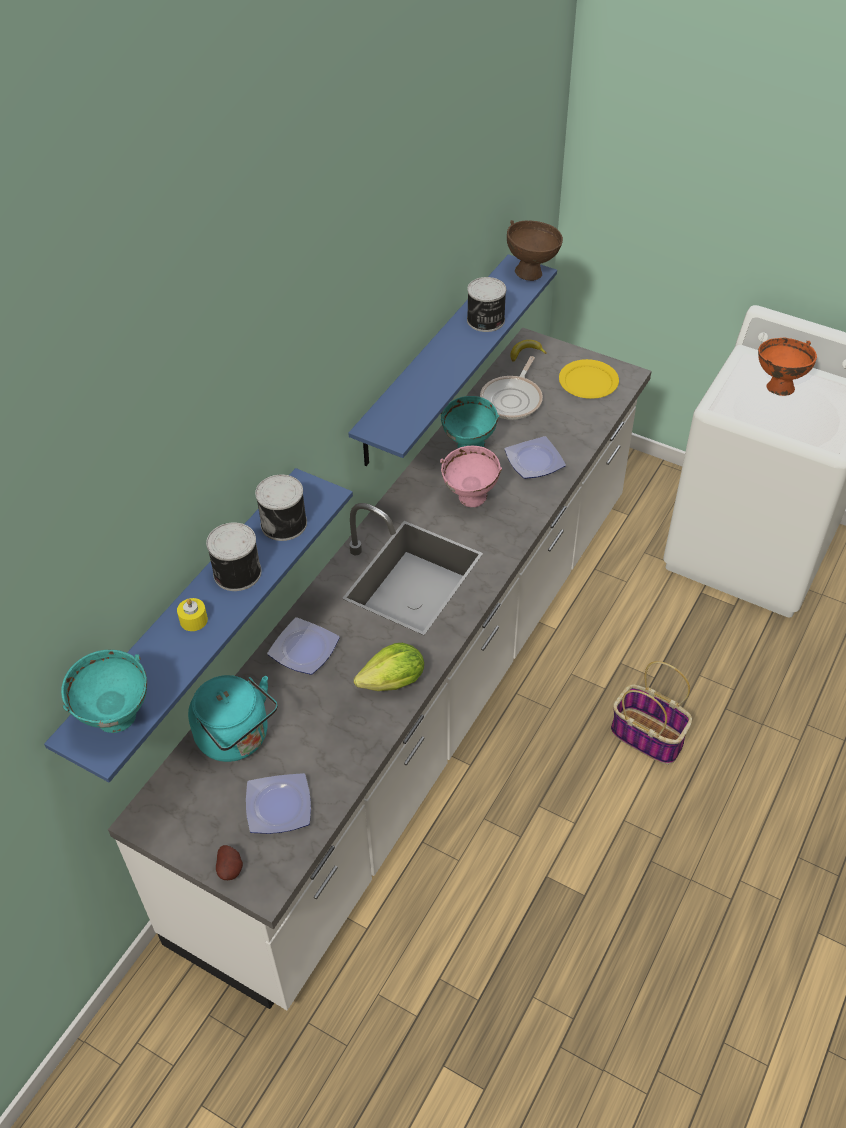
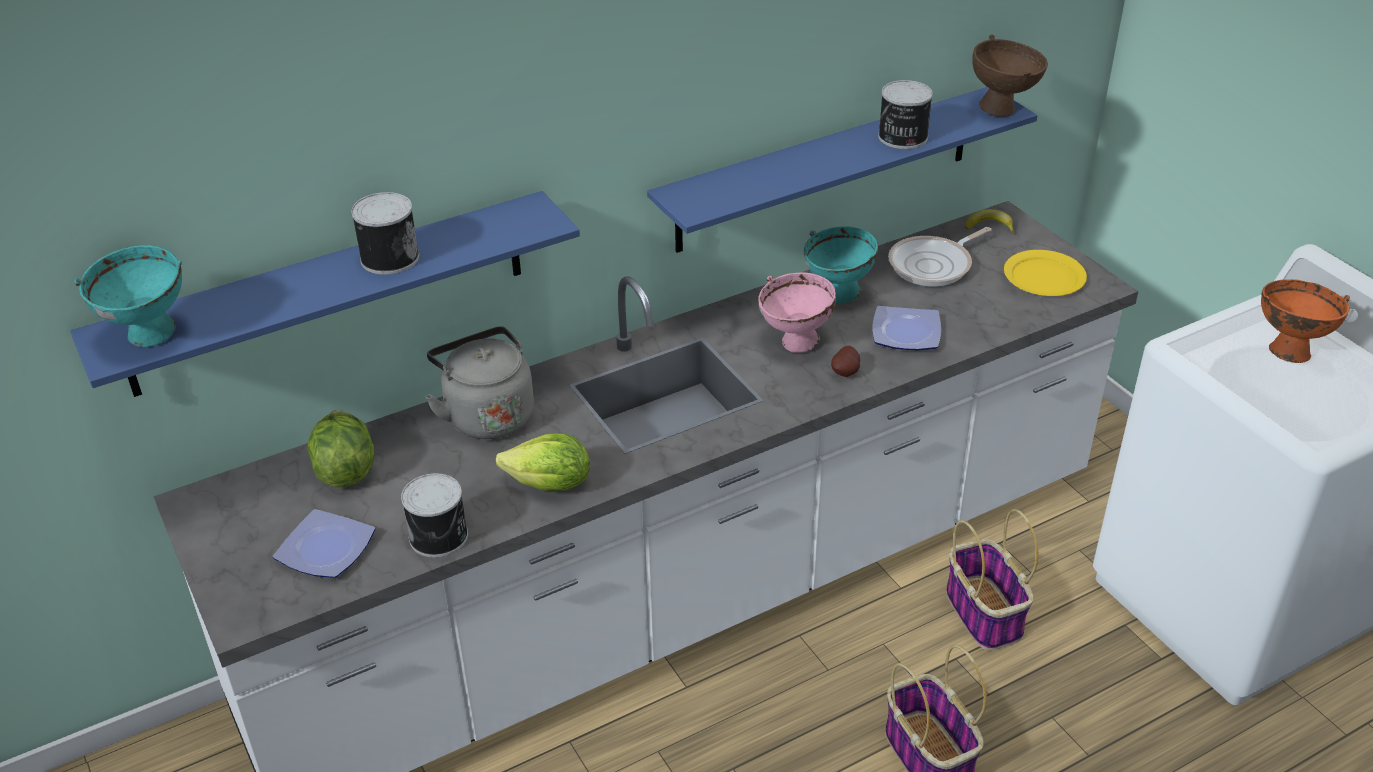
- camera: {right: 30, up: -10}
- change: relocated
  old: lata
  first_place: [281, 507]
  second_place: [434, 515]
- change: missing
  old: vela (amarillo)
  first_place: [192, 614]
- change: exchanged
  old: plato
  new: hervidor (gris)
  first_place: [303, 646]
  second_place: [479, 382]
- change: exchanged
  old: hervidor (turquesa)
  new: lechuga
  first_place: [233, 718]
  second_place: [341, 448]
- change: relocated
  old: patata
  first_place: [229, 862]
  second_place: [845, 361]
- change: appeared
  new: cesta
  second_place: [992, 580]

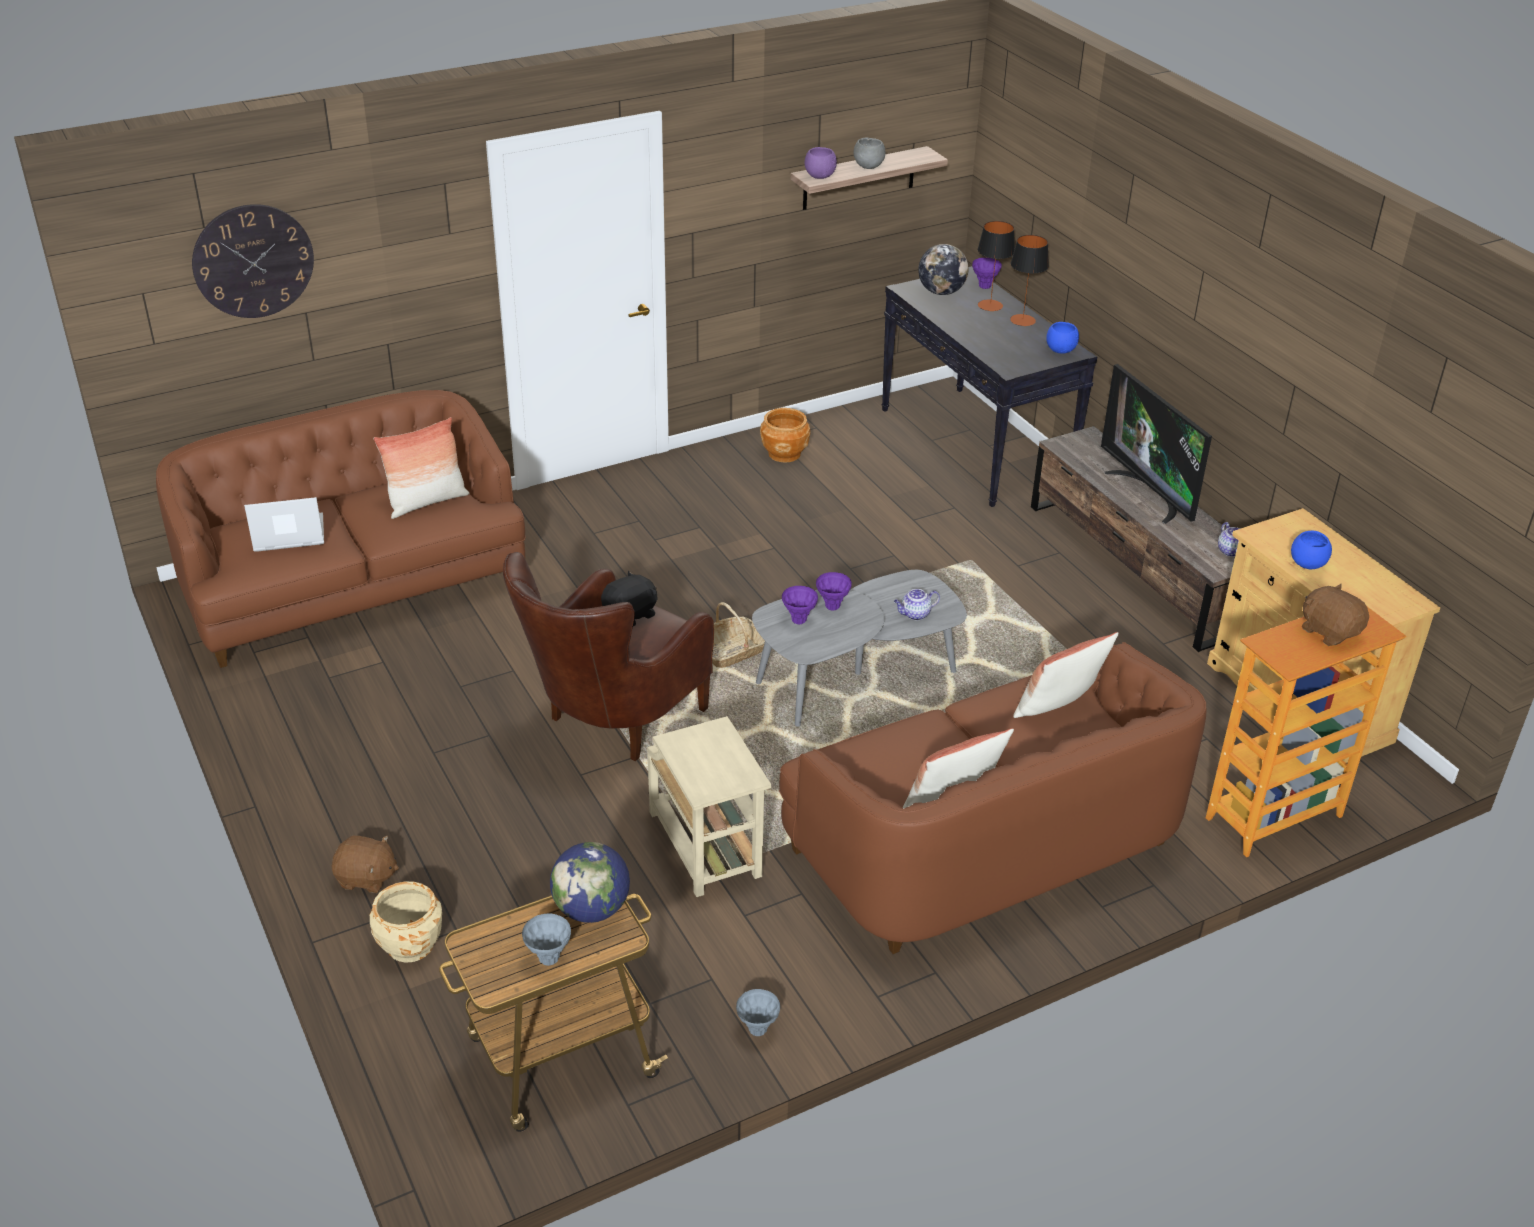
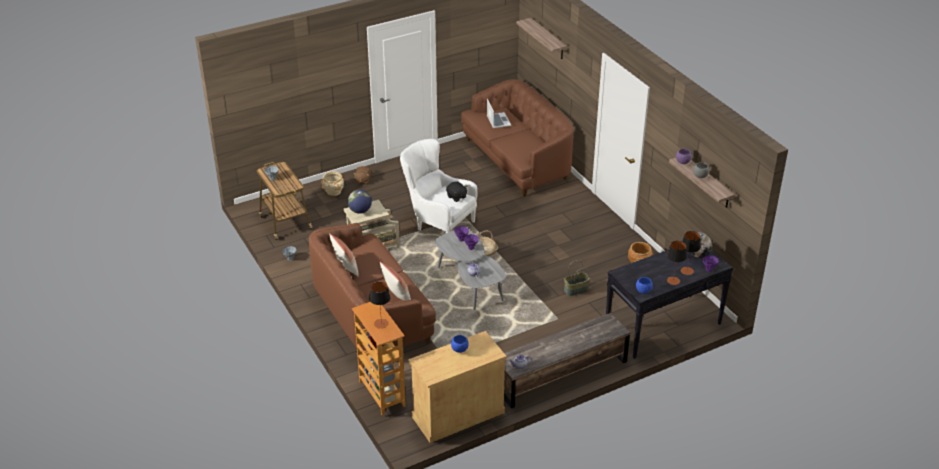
- camera: {right: 90, up: 0}
- change: exchanged
  old: reloj de pared
  new: estante
  first_place: [253, 261]
  second_place: [542, 38]
- change: missing
  old: televisor
  first_place: [1156, 444]
- change: missing
  old: cojín
  first_place: [421, 468]
- change: colour
  old: sillón (marrón)
  new: sillón (blanco)
  first_place: [608, 656]
  second_place: [439, 186]
- change: exchanged
  old: peluche (marrón)
  new: lámpara de mesa
  first_place: [1335, 615]
  second_place: [380, 305]
- change: relocated
  old: globo terráqueo
  first_place: [590, 882]
  second_place: [360, 202]
- change: appeared
  new: cesta
  second_place: [577, 278]

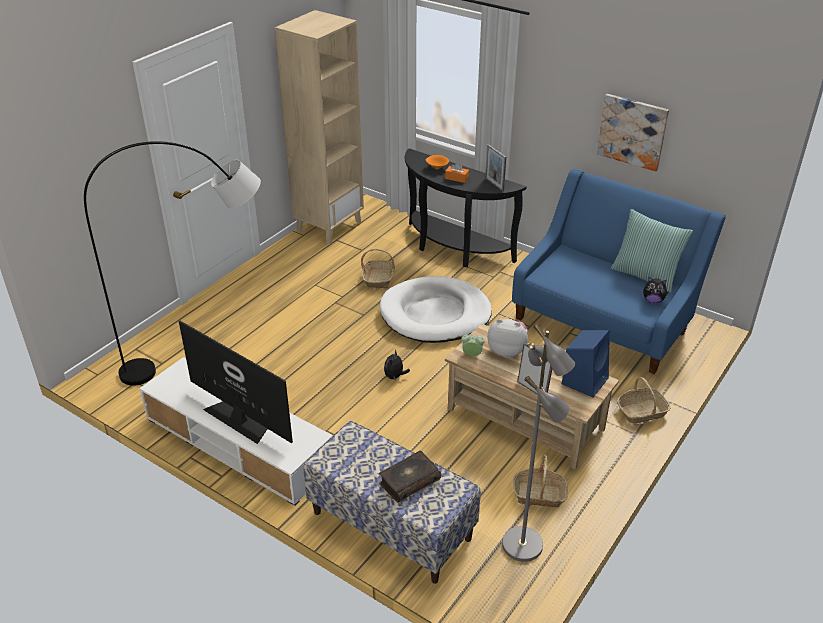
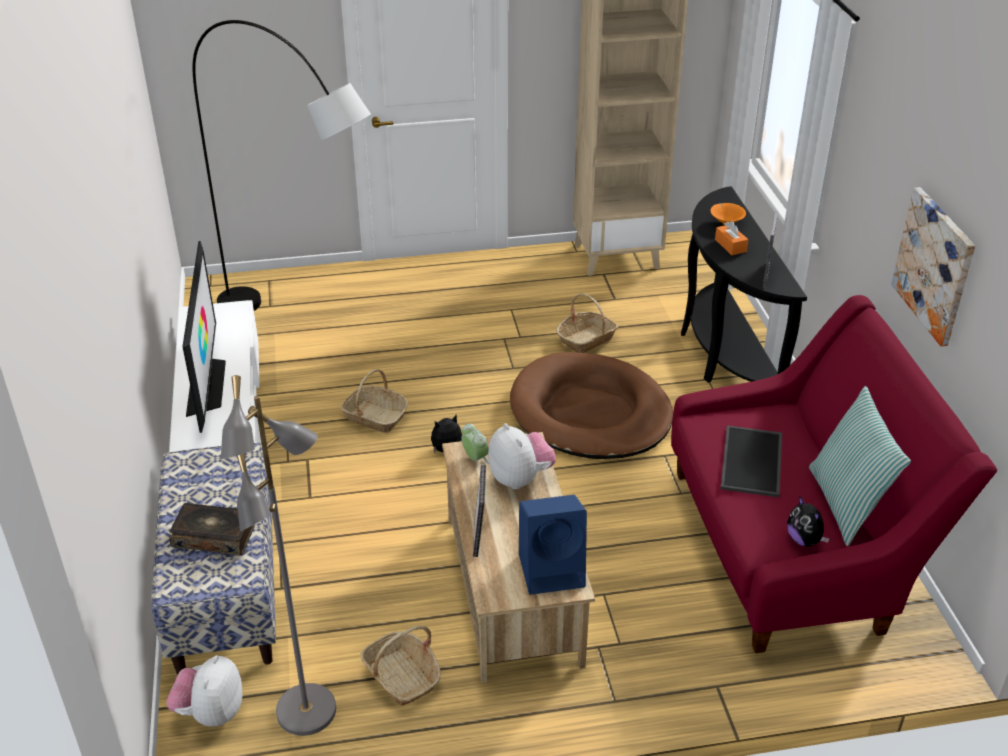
- camera: {right: 45, up: 0}
- change: colour
  old: sofá (azul)
  new: sofá (rojo)
  first_place: [619, 271]
  second_place: [834, 474]
- change: colour
  old: cama para perro (blanco)
  new: cama para perro (marrón)
  first_place: [435, 309]
  second_place: [591, 405]
- change: relocated
  old: cesta
  first_place: [644, 400]
  second_place: [374, 401]
- change: appeared
  new: bandeja
  second_place: [751, 461]
- change: appeared
  new: peluche
  second_place: [204, 691]

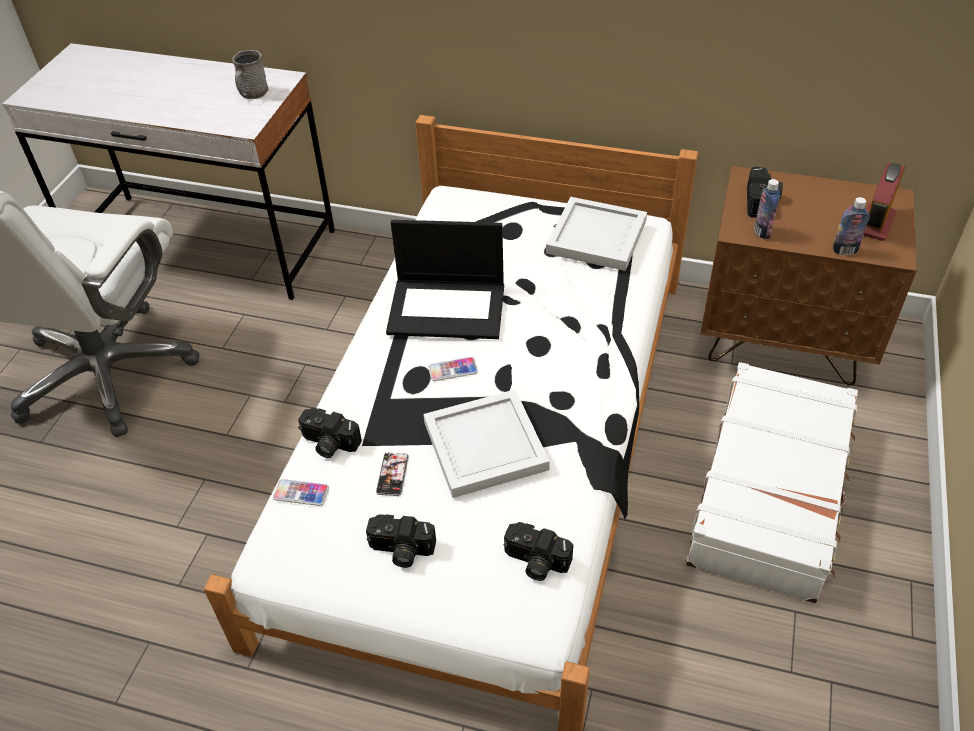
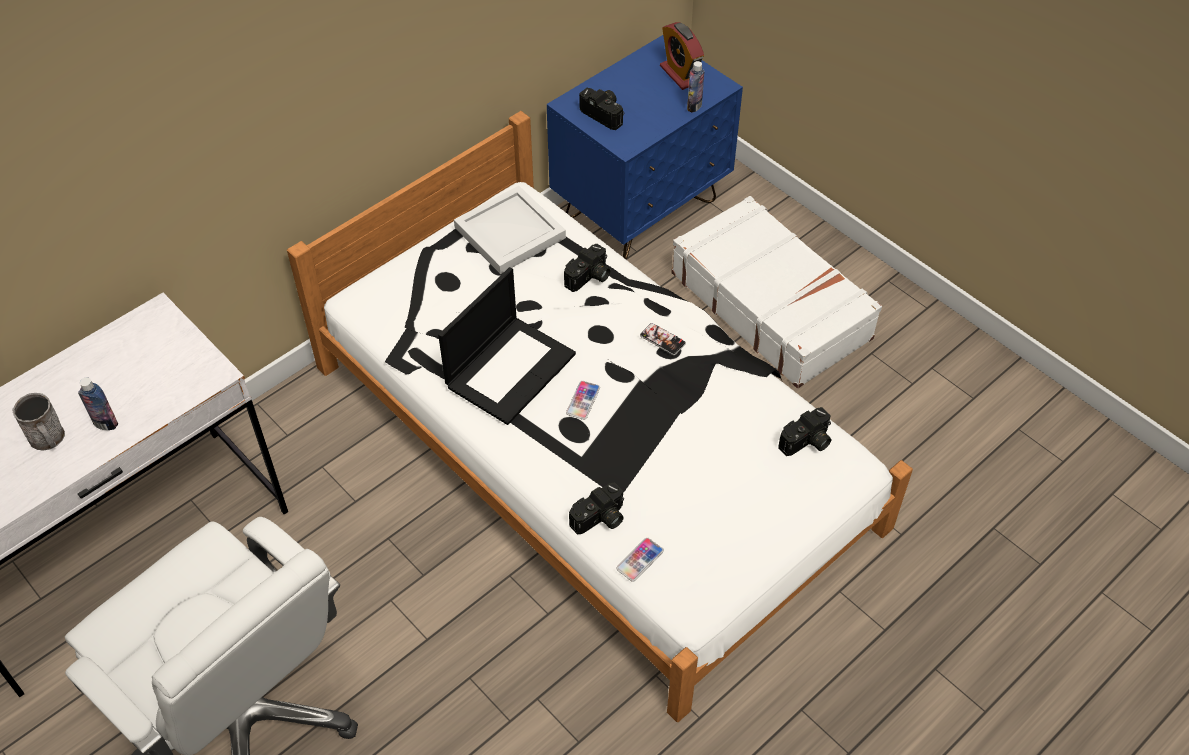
- camera: {right: -60, up: 5}
- change: relocated
  old: taza grande (gris)
  first_place: [250, 74]
  second_place: [38, 422]
- change: colour
  old: mesita de noche (marrón)
  new: mesita de noche (azul)
  first_place: [808, 275]
  second_place: [645, 147]
- change: relocated
  old: botella
  first_place: [767, 209]
  second_place: [98, 403]
- change: missing
  old: bandeja (blanco)
  first_place: [486, 444]
- change: relocated
  old: móvil
  first_place: [392, 474]
  second_place: [663, 339]
- change: relocated
  old: cámara
  first_place: [401, 541]
  second_place: [587, 268]

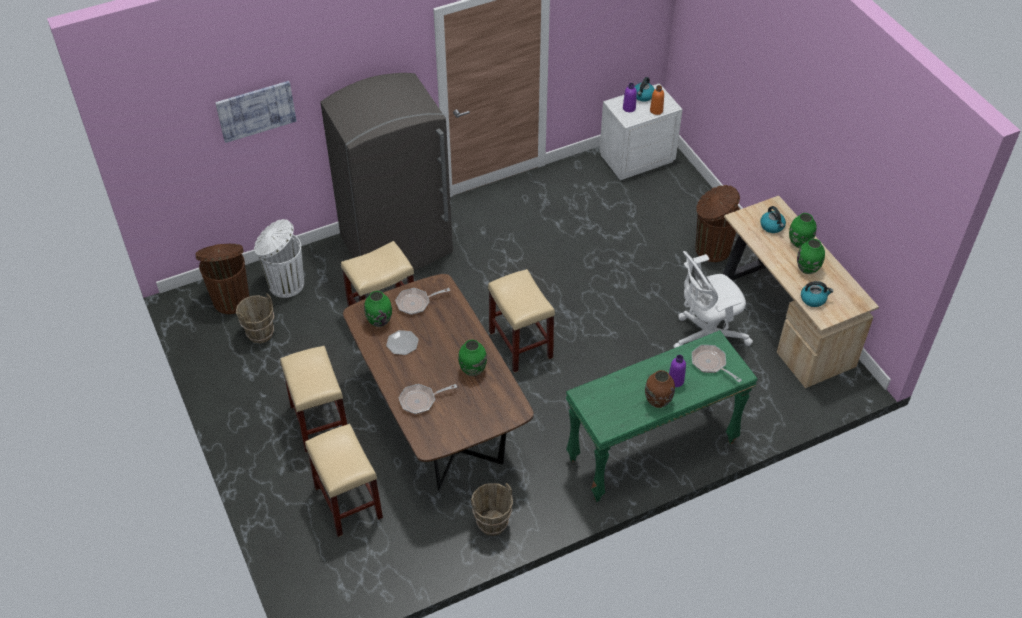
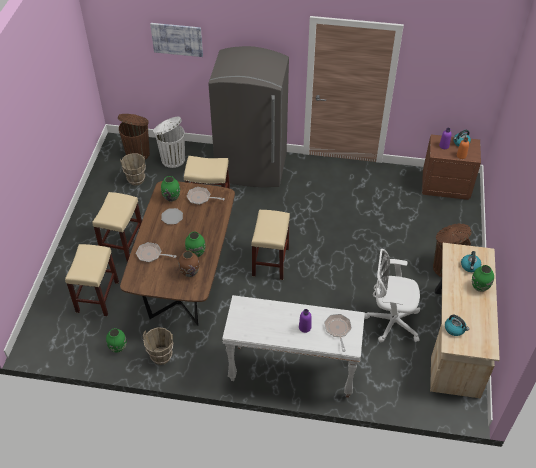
- camera: {right: 35, up: 0}
- change: colour
  old: mesita de noche (blanco)
  new: mesita de noche (marrón)
  first_place: [641, 131]
  second_place: [451, 167]
- change: relocated
  old: florero (verde)
  first_place: [811, 256]
  second_place: [116, 340]
- change: colour
  old: mesa consola (verde)
  new: mesa consola (blanco)
  first_place: [662, 416]
  second_place: [293, 346]
- change: relocated
  old: florero (marrón)
  first_place: [660, 389]
  second_place: [189, 264]

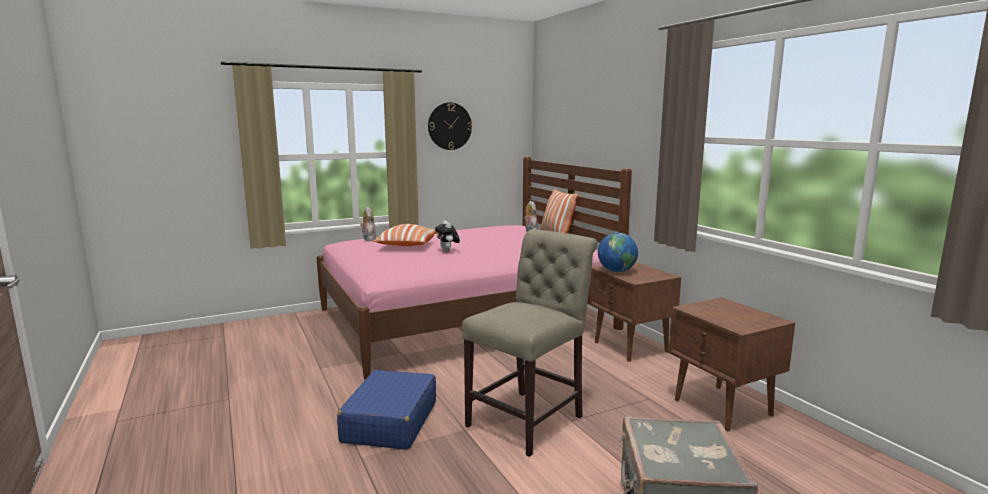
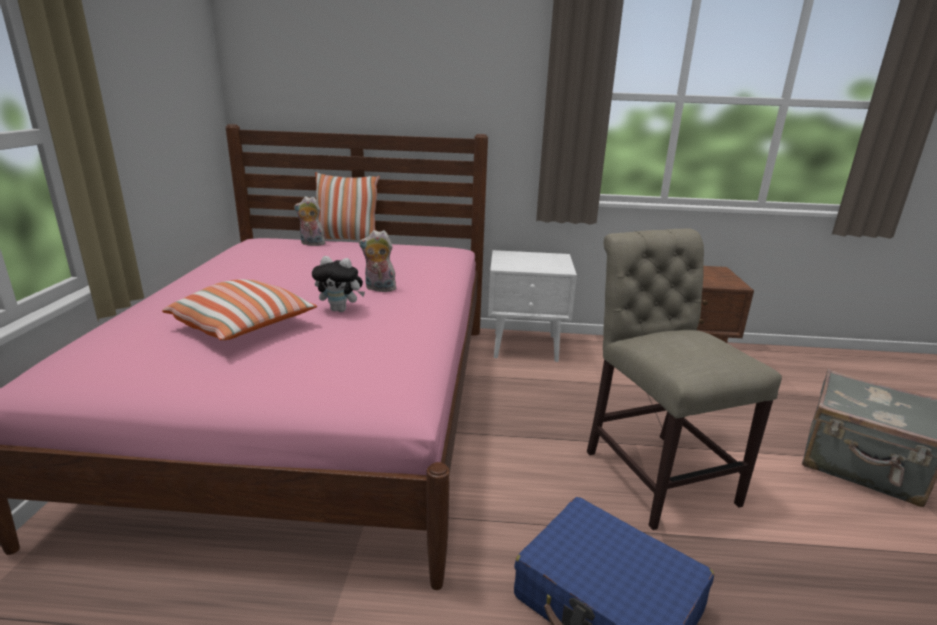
- camera: {right: -60, up: 10}
- change: missing
  old: reloj de pared
  first_place: [450, 126]
- change: relocated
  old: peluche
  first_place: [368, 223]
  second_place: [377, 261]
- change: missing
  old: globo terráqueo
  first_place: [618, 252]
- change: colour
  old: mesita de noche (marrón)
  new: mesita de noche (blanco)
  first_place: [635, 312]
  second_place: [532, 306]

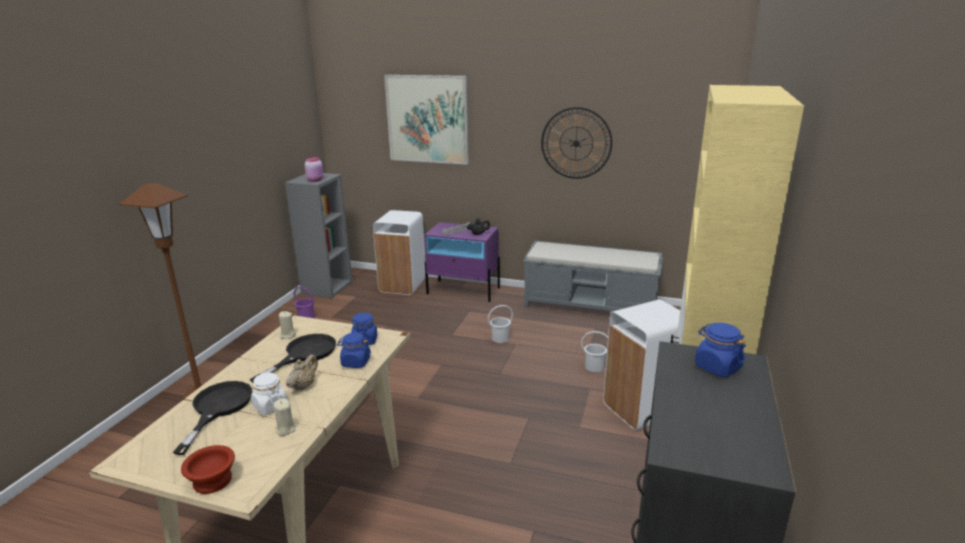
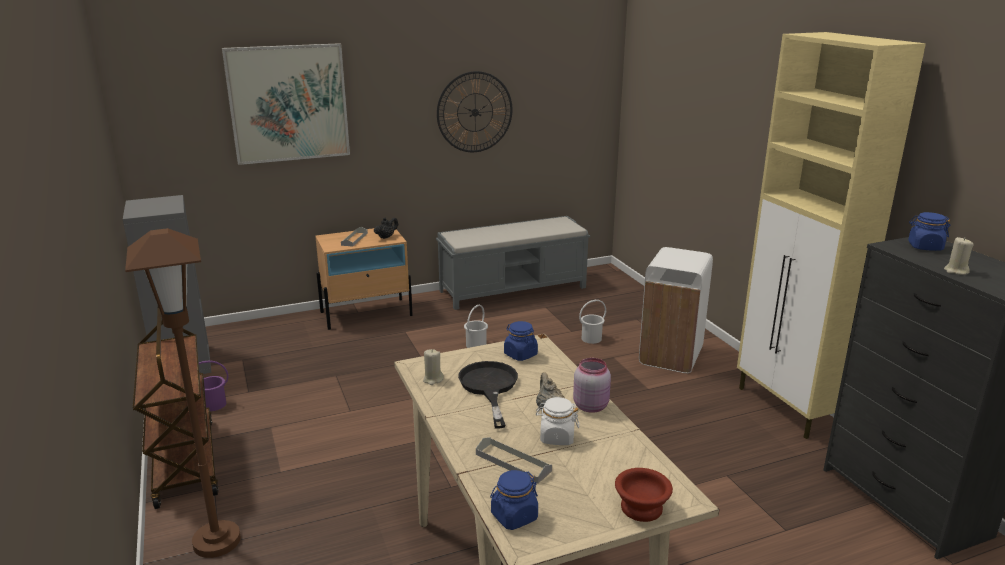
- camera: {right: -40, up: 0}
- change: relocated
  old: tarro (rosa)
  first_place: [314, 169]
  second_place: [592, 385]
- change: missing
  old: papelera (blanco)
  first_place: [399, 252]
- change: colour
  old: mesita de noche (morado)
  new: mesita de noche (beis)
  first_place: [462, 262]
  second_place: [364, 279]
- change: relocated
  old: tarro (azul)
  first_place: [354, 350]
  second_place: [514, 500]
- change: exchanged
  old: sartén (negro)
  new: bandeja (gris)
  first_place: [213, 418]
  second_place: [514, 460]
- change: relocated
  old: vela (beis)
  first_place: [285, 417]
  second_place: [959, 256]
- change: appeared
  new: carrito (marrón)
  second_place: [176, 407]

